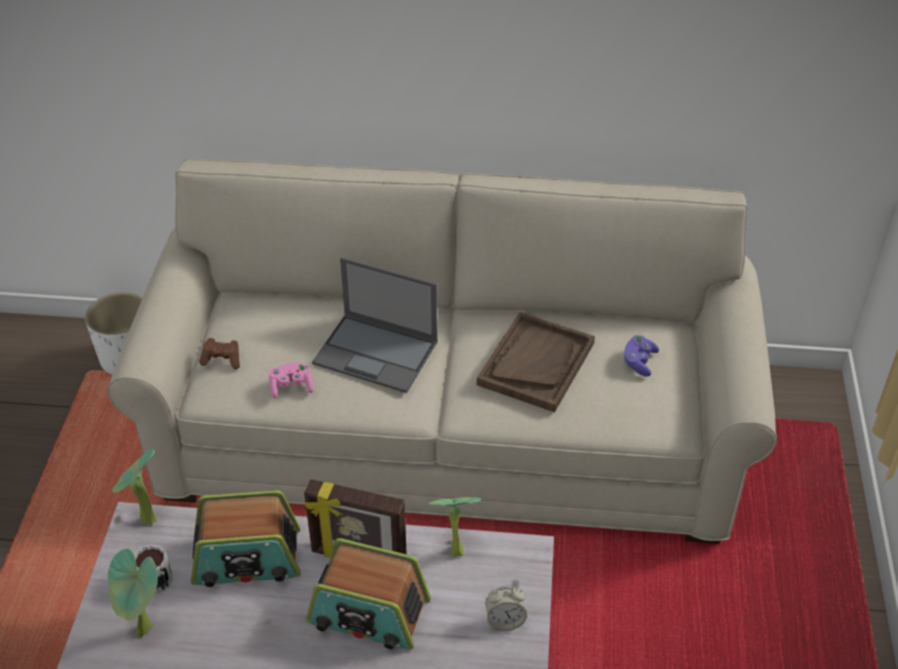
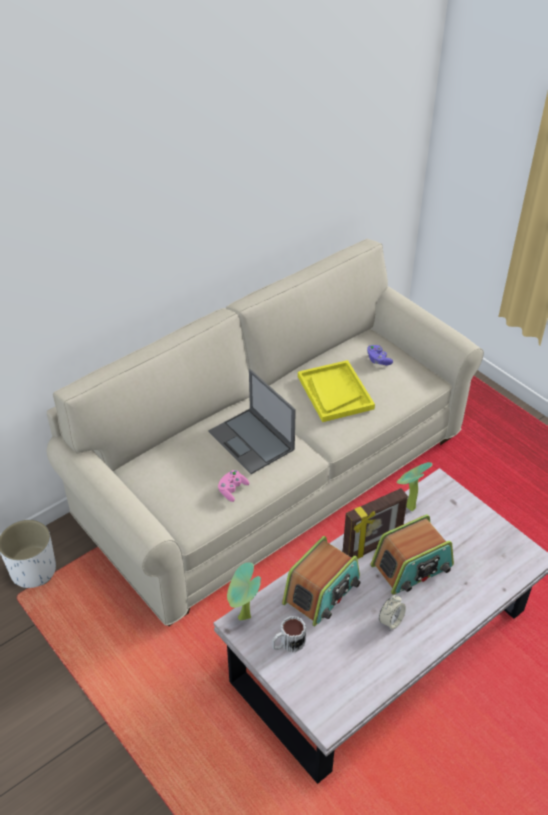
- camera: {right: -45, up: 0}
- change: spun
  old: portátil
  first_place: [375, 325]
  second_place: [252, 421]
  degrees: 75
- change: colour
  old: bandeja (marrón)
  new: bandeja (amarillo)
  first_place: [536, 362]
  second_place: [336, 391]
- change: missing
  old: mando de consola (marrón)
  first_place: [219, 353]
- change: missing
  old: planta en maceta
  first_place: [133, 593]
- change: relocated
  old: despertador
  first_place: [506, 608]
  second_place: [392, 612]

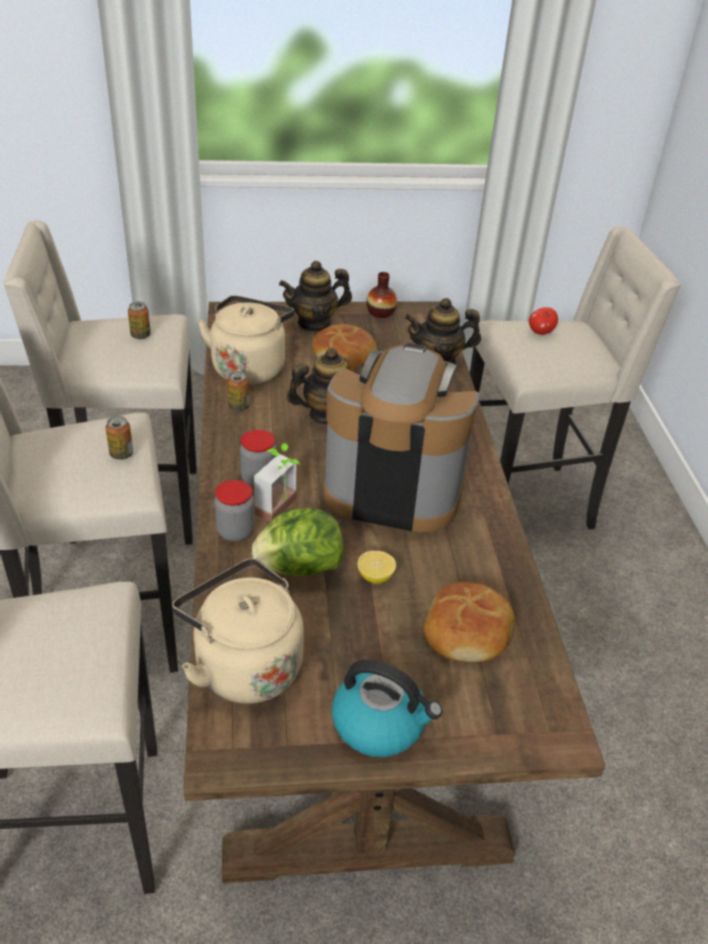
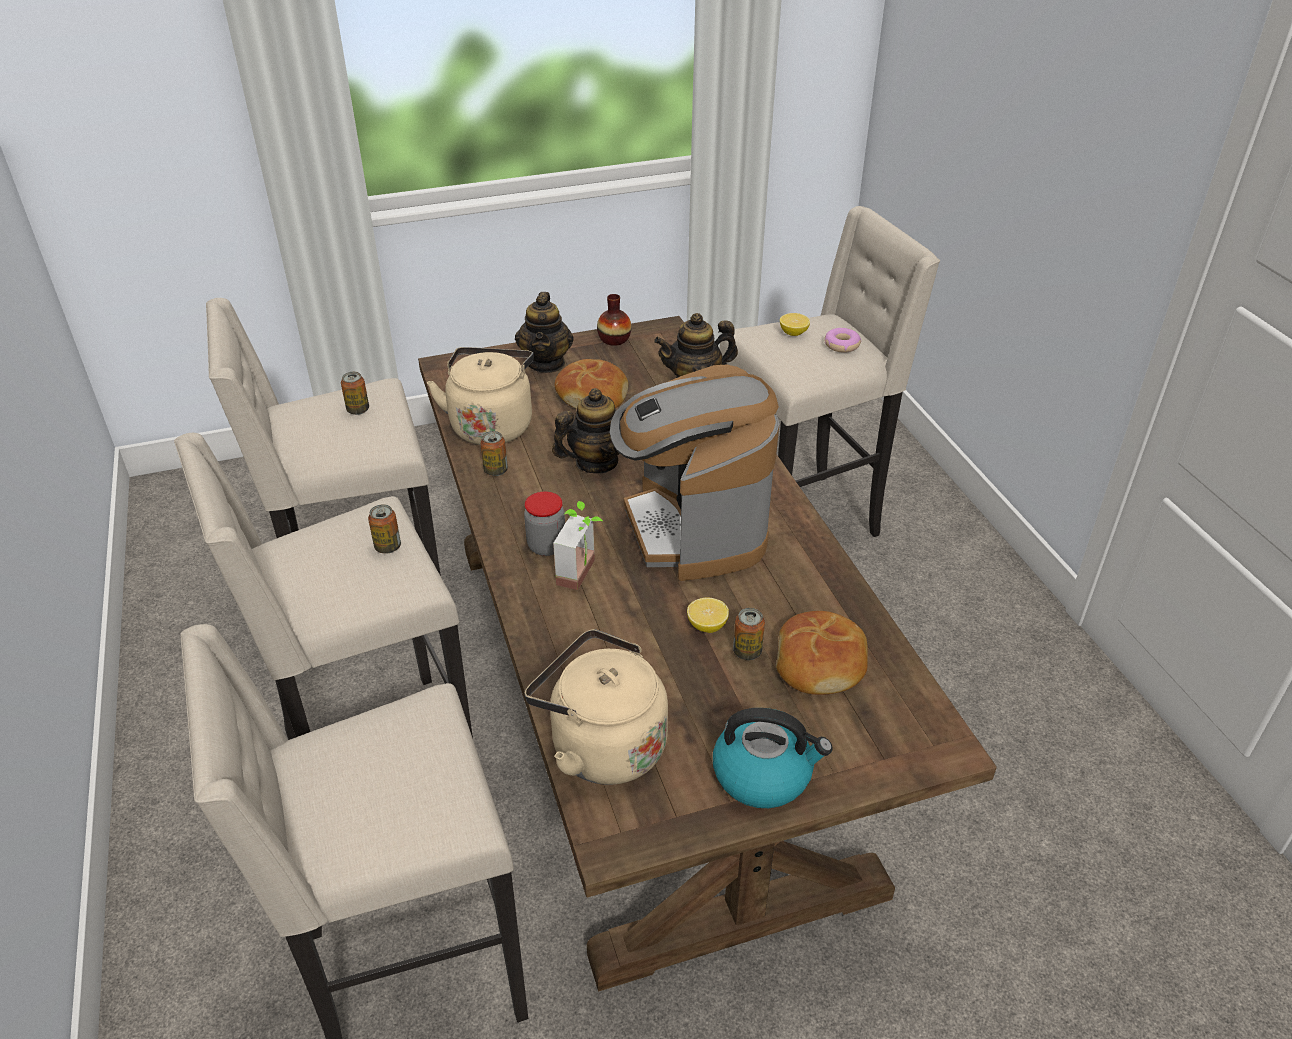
- camera: {right: -10, up: 0}
- change: spun
  old: tetera
  first_place: [315, 296]
  second_place: [544, 332]
  degrees: -60
- change: exchanged
  old: manzana
  new: limón
  first_place: [543, 321]
  second_place: [795, 324]
- change: spun
  old: cafetera
  first_place: [401, 438]
  second_place: [694, 473]
  degrees: -105
- change: missing
  old: tarro
  first_place: [234, 510]
- change: missing
  old: lechuga
  first_place: [298, 542]
- change: appeared
  new: rosquilla
  second_place: [842, 340]
- change: appeared
  new: lata
  second_place: [749, 634]

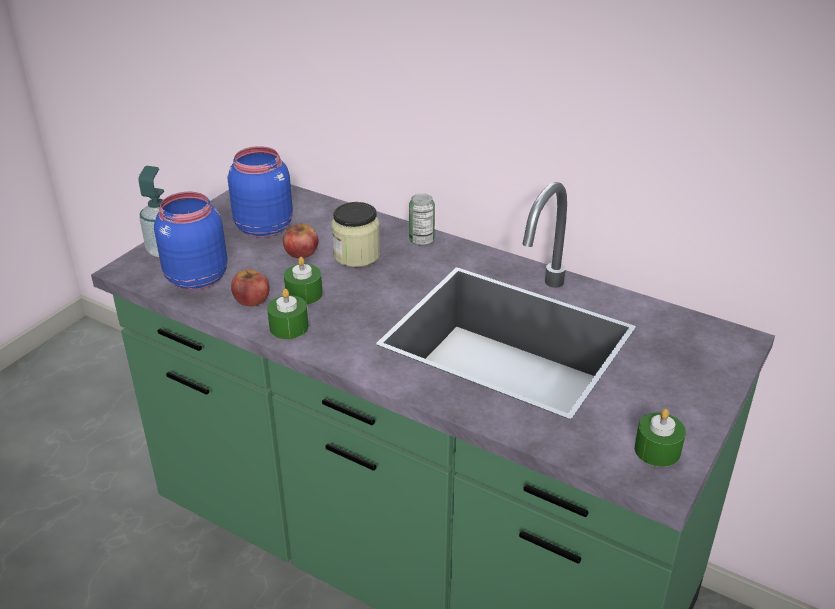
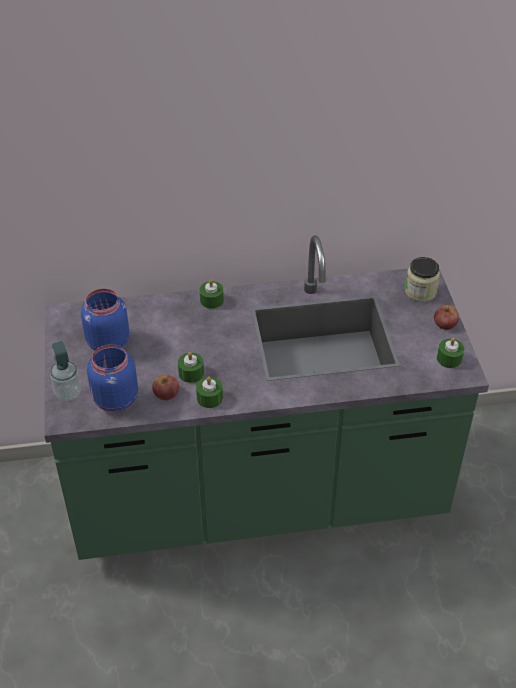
- camera: {right: -40, up: 10}
- change: exchanged
  old: lata
  new: vela (verde)
  first_place: [422, 219]
  second_place: [212, 294]
- change: relocated
  old: tarro
  first_place: [355, 234]
  second_place: [422, 279]
- change: relocated
  old: manzana
  first_place: [301, 240]
  second_place: [446, 317]

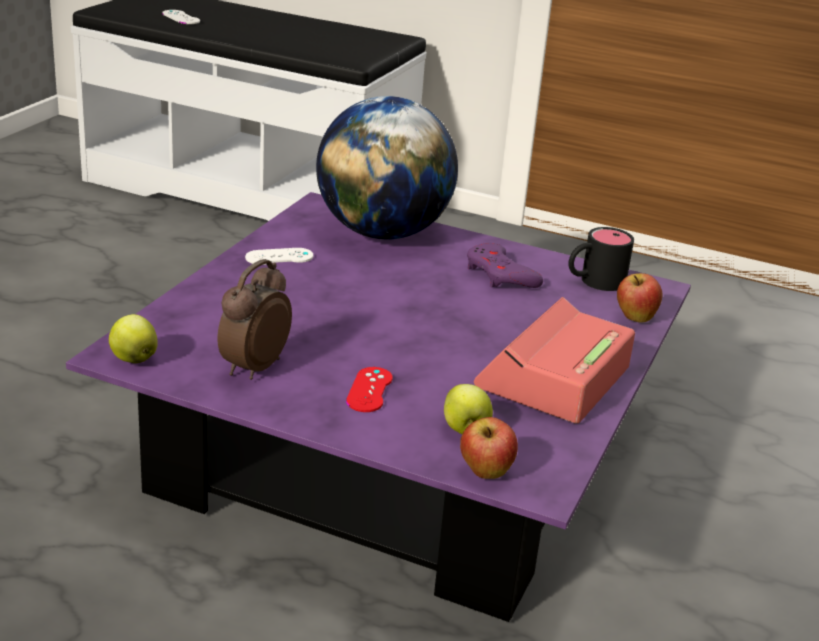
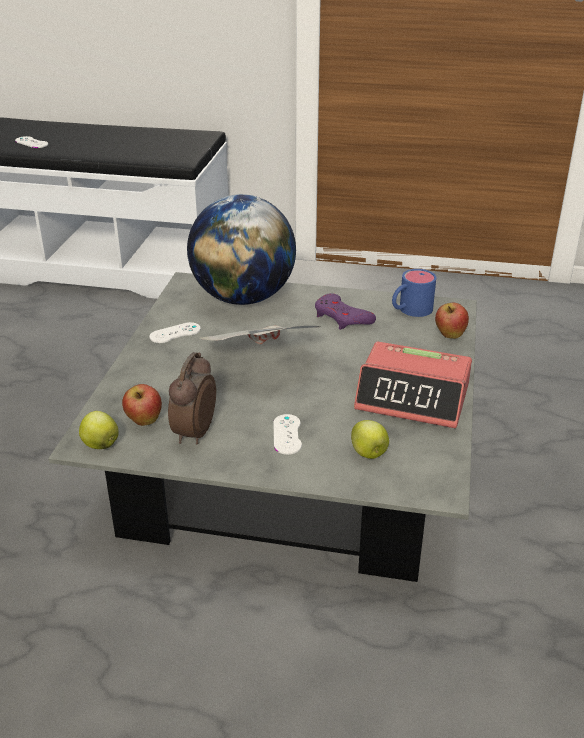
- camera: {right: -10, up: 5}
- change: colour
  old: mesa de centro (morado)
  new: mesa de centro (gris)
  first_place: [378, 407]
  second_place: [262, 427]
- change: colour
  old: taza grande (negro)
  new: taza grande (azul)
  first_place: [601, 259]
  second_place: [414, 293]
- change: spun
  old: despertador
  first_place: [554, 360]
  second_place: [413, 385]
  degrees: -90
- change: colour
  old: mando de consola (rojo)
  new: mando de consola (blanco)
  first_place: [369, 389]
  second_place: [287, 434]
- change: relocated
  old: manzana
  first_place: [489, 448]
  second_place: [142, 405]
- change: appeared
  new: periódico
  second_place: [260, 334]

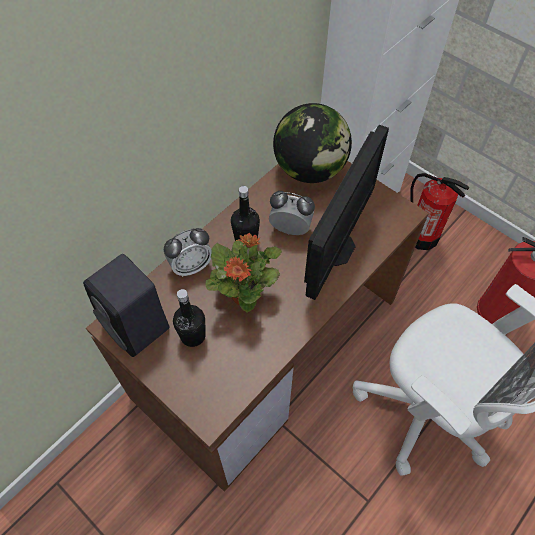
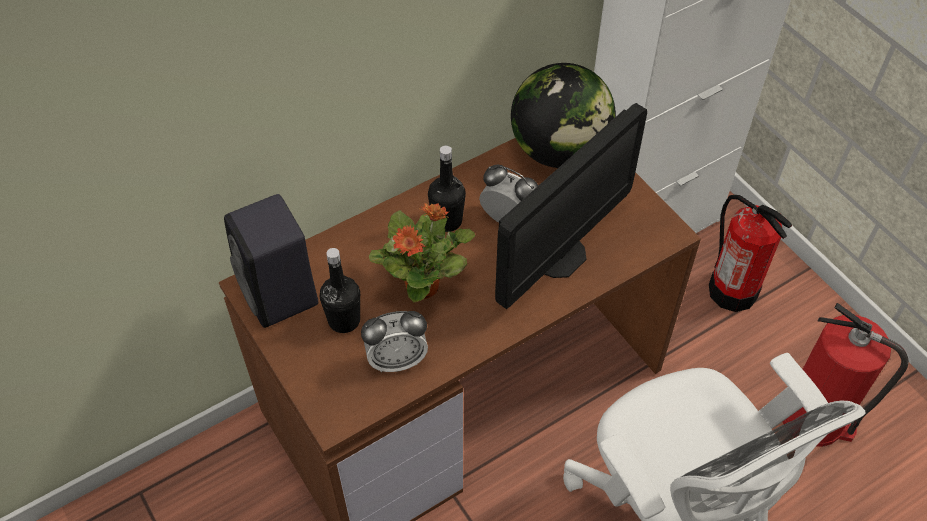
- camera: {right: 15, up: -5}
- change: relocated
  old: despertador
  first_place: [188, 252]
  second_place: [394, 341]

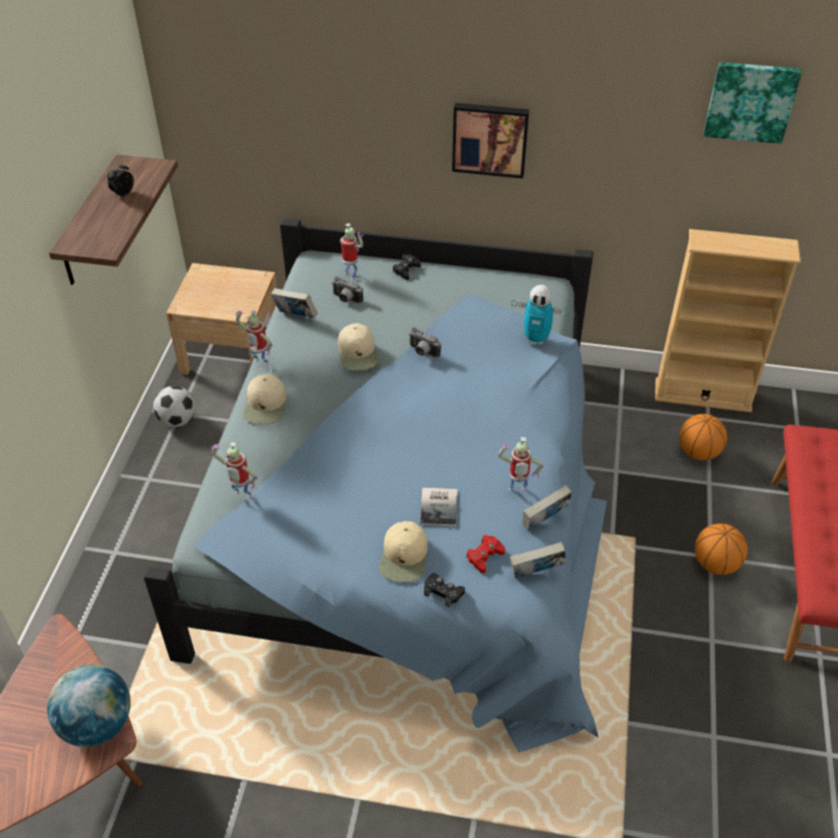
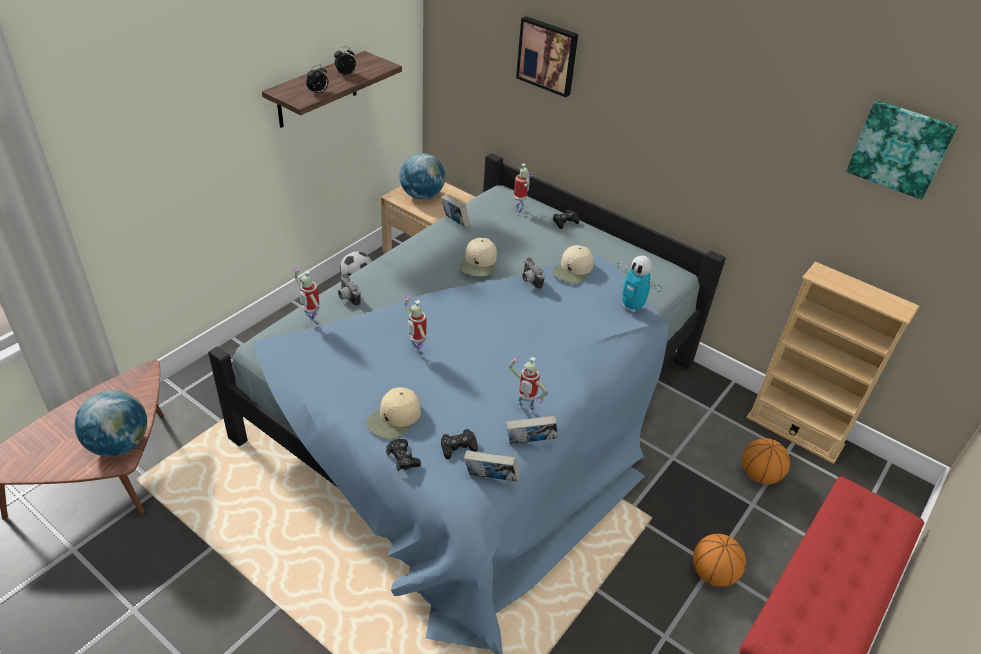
- camera: {right: 25, up: -5}
- change: relocated
  old: cuadro
  first_place: [490, 141]
  second_place: [547, 56]
- change: relocated
  old: cámara
  first_place: [347, 289]
  second_place: [349, 289]
- change: relocated
  old: robot de juguete
  first_place: [254, 337]
  second_place: [414, 326]
- change: relocated
  old: gorra (beis)
  first_place: [265, 399]
  second_place: [573, 264]
- change: missing
  old: libro
  first_place: [438, 507]
- change: colour
  old: mando de consola (rojo)
  new: mando de consola (negro)
  first_place: [485, 554]
  second_place: [459, 444]
- change: appeared
  new: despertador
  second_place: [317, 80]
- change: appeared
  new: globo terráqueo
  second_place: [422, 176]

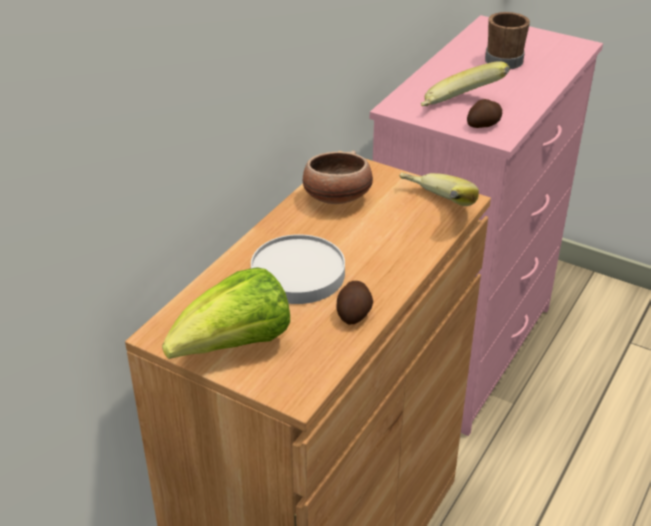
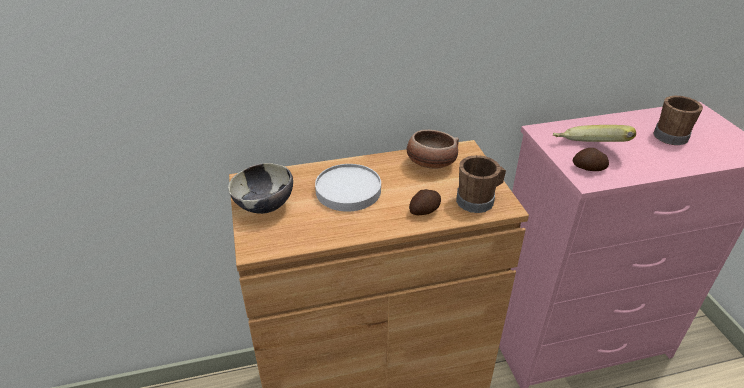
- camera: {right: 45, up: 0}
- change: exchanged
  old: plátano
  new: taza grande (marrón)
  first_place: [439, 189]
  second_place: [481, 184]
- change: exchanged
  old: lechuga
  new: cuenco
  first_place: [226, 313]
  second_place: [260, 188]
- change: relocated
  old: patata
  first_place: [355, 302]
  second_place: [425, 202]

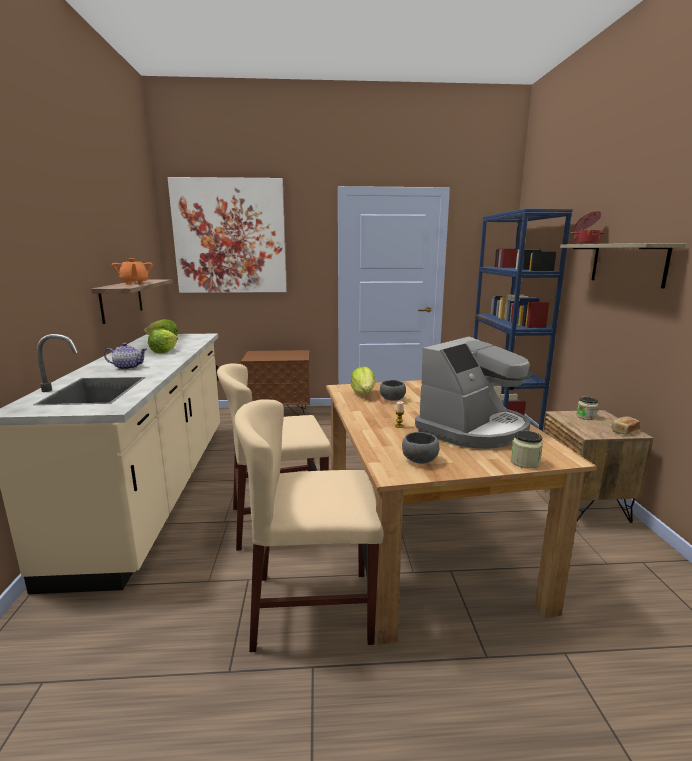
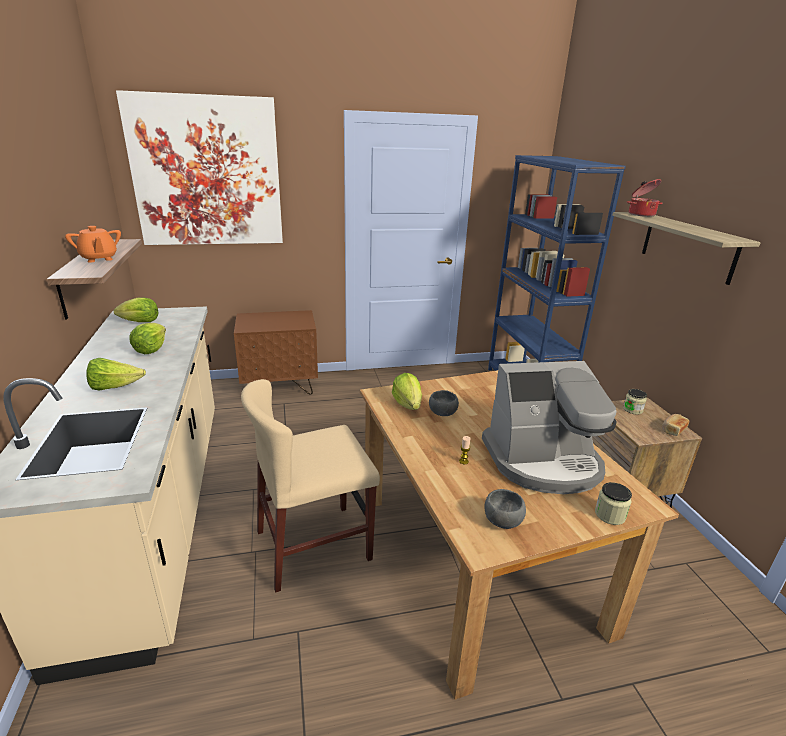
- camera: {right: -10, up: 10}
- change: spun
  old: cafetera
  first_place: [473, 392]
  second_place: [549, 427]
  degrees: 45
- change: exchanged
  old: tetera
  new: lechuga
  first_place: [125, 356]
  second_place: [116, 374]
- change: missing
  old: silla (beis)
  first_place: [309, 525]

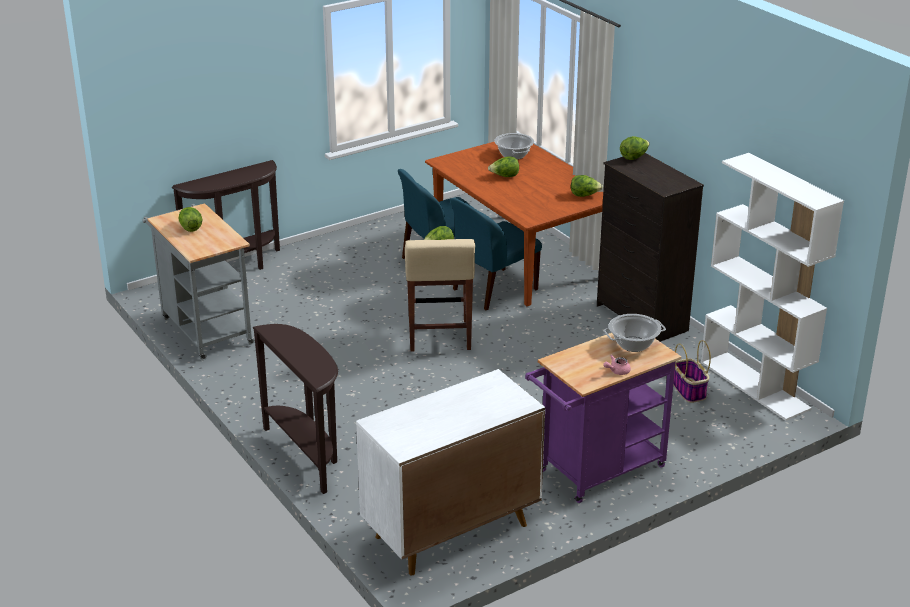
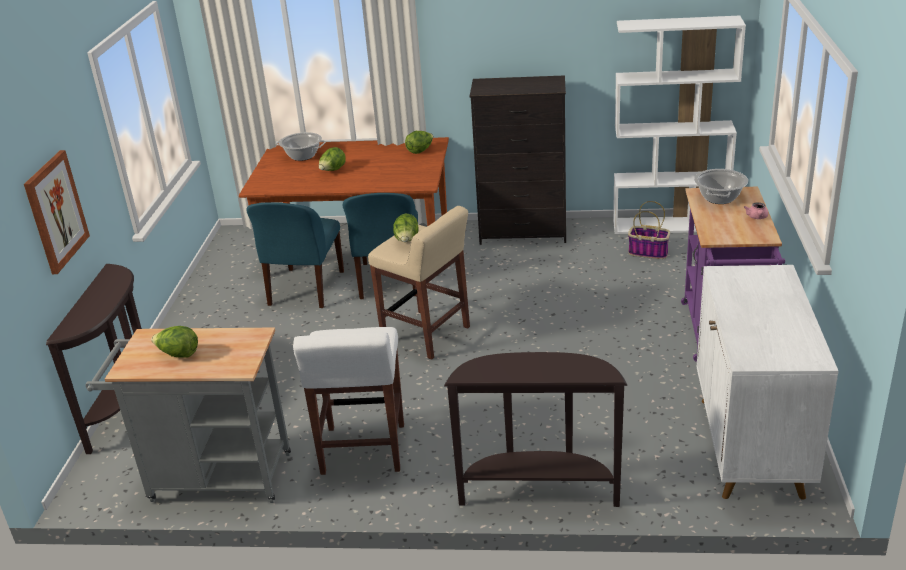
- camera: {right: -50, up: 0}
- change: missing
  old: lechuga
  first_place: [635, 148]
- change: appeared
  new: cuadro
  second_place: [57, 212]
- change: appeared
  new: taburete (blanco)
  second_place: [348, 401]

